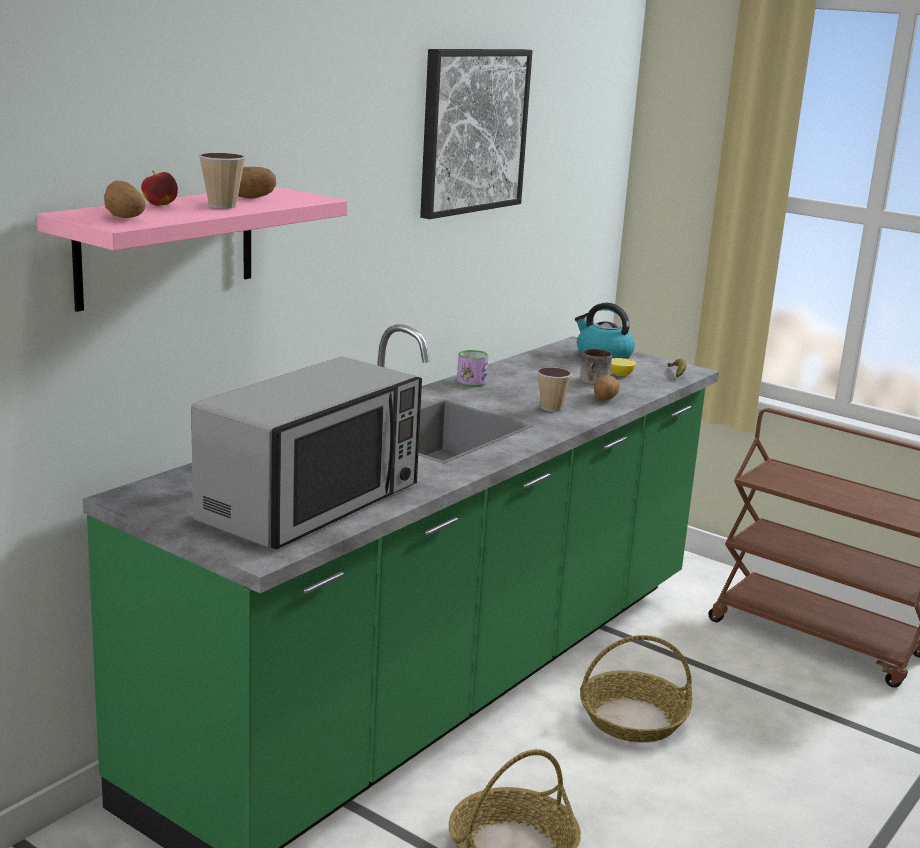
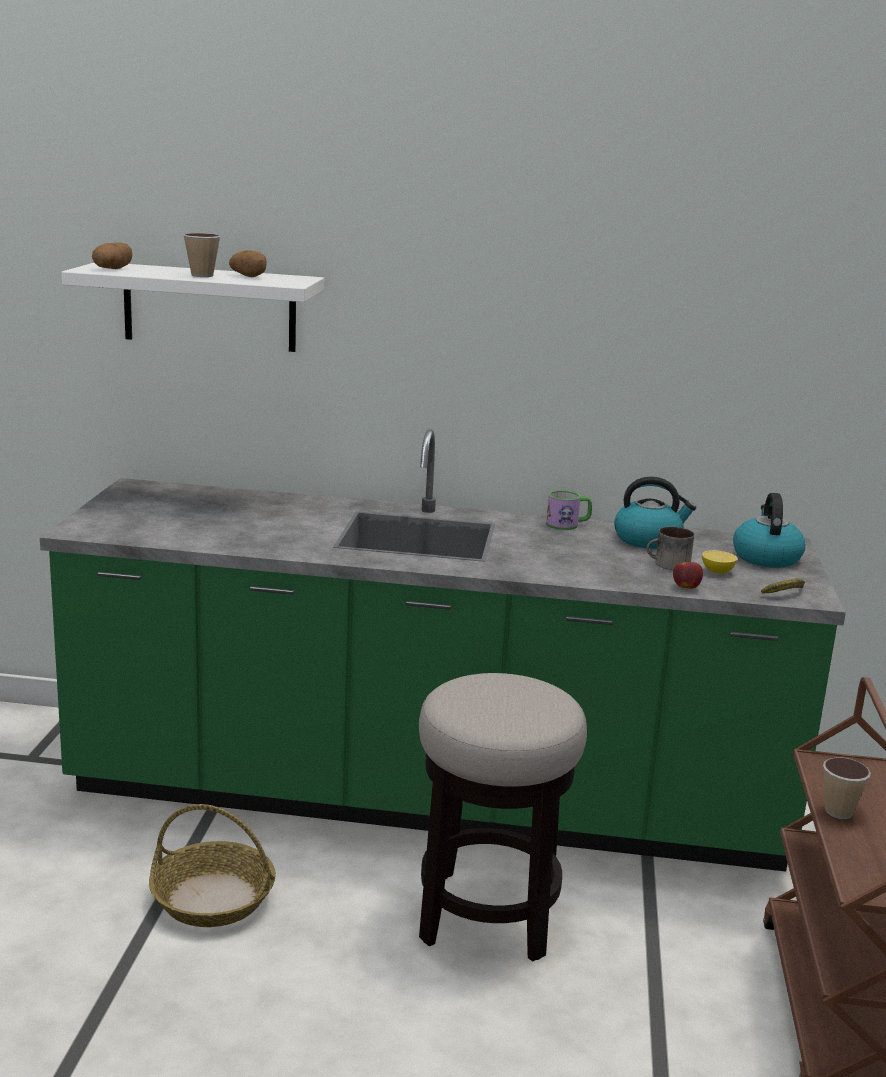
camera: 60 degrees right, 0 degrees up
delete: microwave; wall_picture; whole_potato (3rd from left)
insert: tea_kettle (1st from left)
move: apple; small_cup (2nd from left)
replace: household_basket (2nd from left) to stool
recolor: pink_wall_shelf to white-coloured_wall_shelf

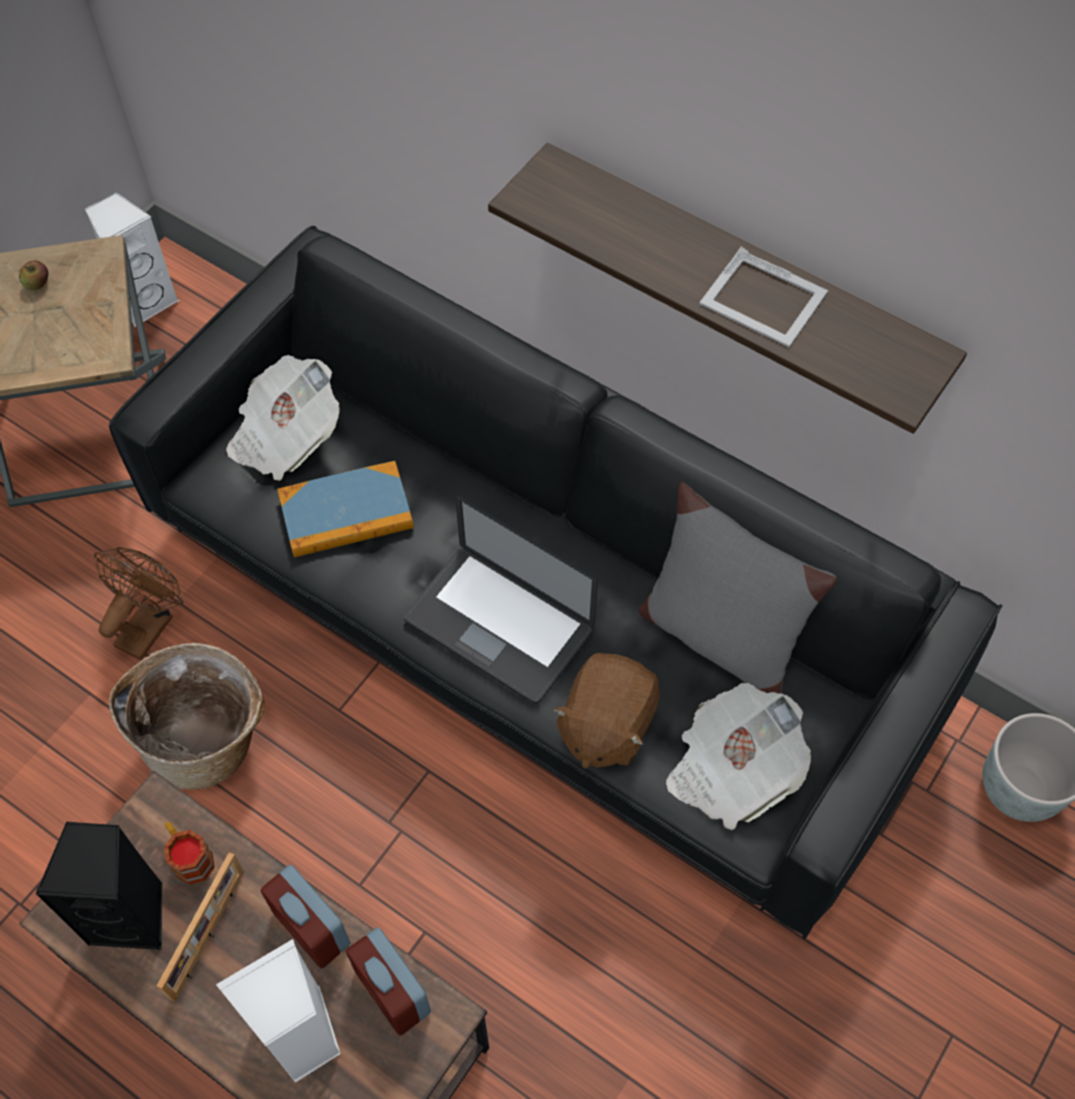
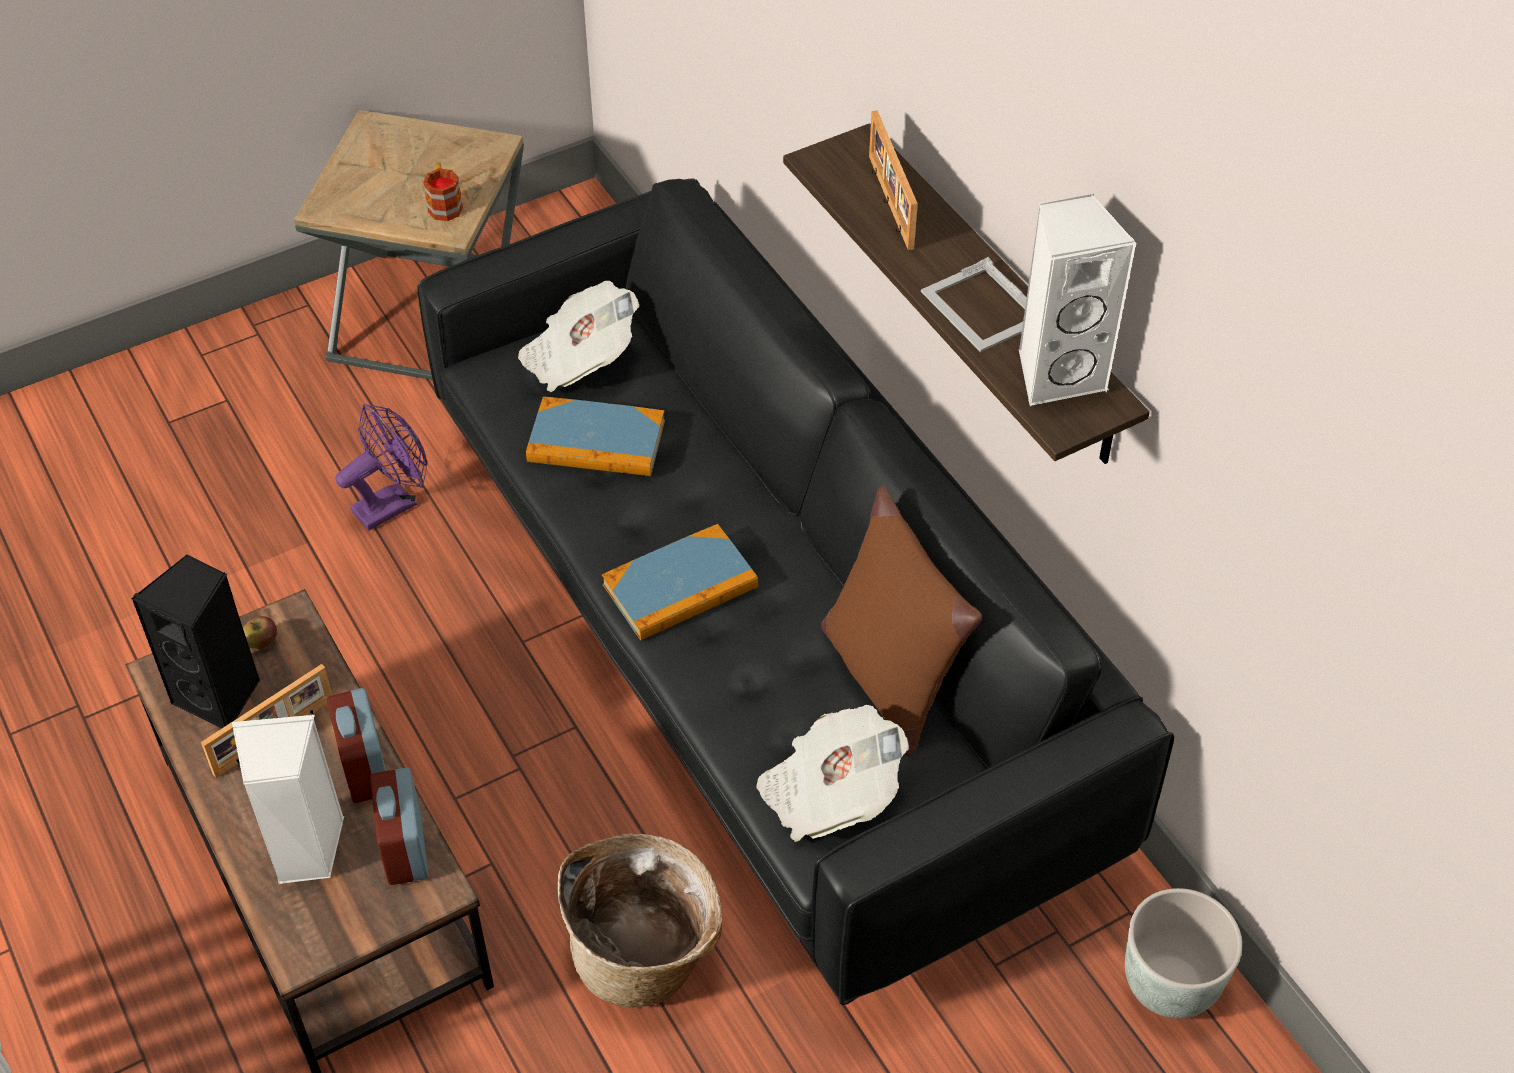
camera: 25 degrees right, 10 degrees down
delete: brown_soft_toy
insert: picture_frame (2nd from left)
move: apple; white-coloured_audio_speaker (1st from left in the first image) to white-coloured_audio_speaker (2nd from left); household_basket; tea_mug
replace: notebook_computer to volume (2nd from left)
recolor: brown_electric_fan to purple_electric_fan; gray_pillow to brown_pillow

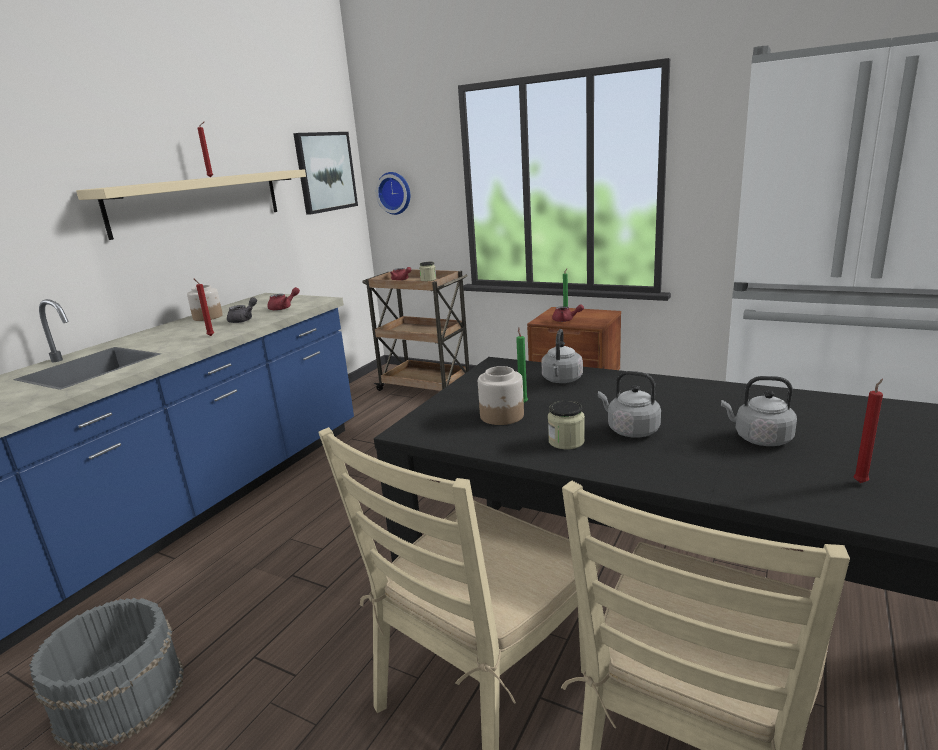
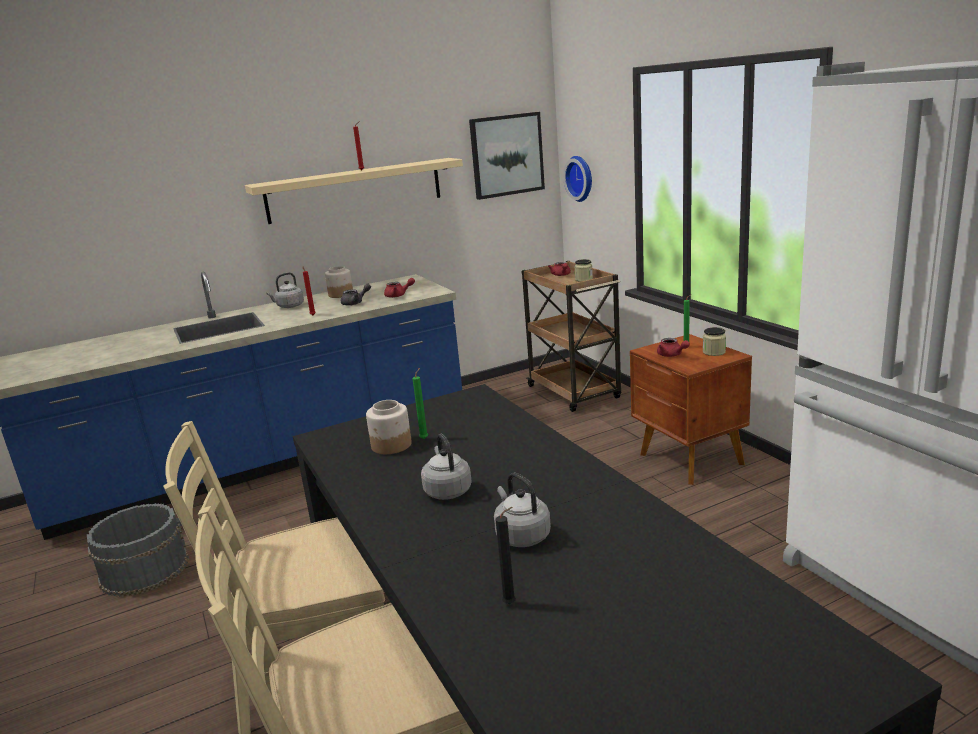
camera: 35 degrees right, 0 degrees up
move: gray_tea_kettle (1st from left); preserve_jar (4th from left)
recolor: red-coloured_wax_light (3rd from left) to black_wax_light

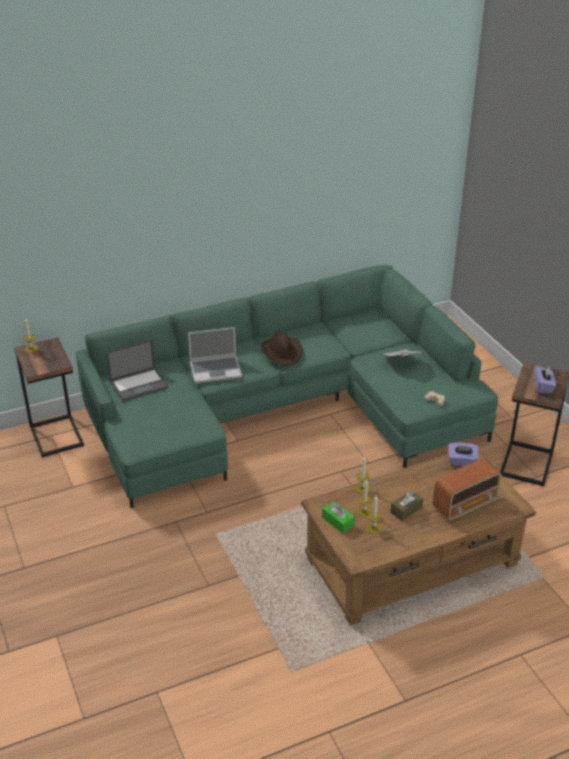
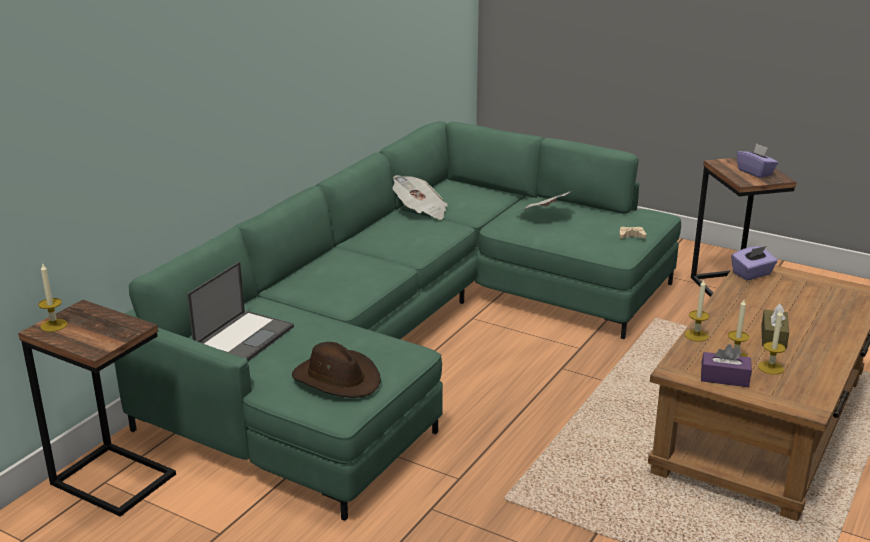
camera: 35 degrees left, 10 degrees down
delete: notebook_computer (2nd from left); radio_receiver
insert: newspaper (1st from left)
move: brown_wearable_hat
recolor: green_box_of_tissues to purple_box_of_tissues (1st from left)

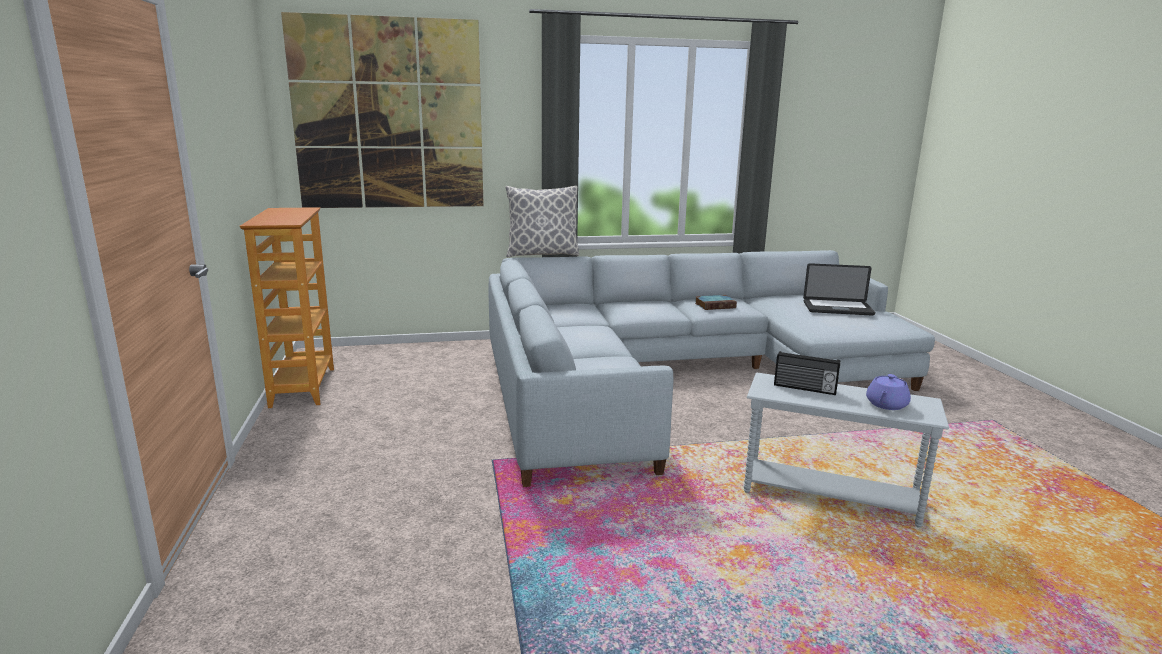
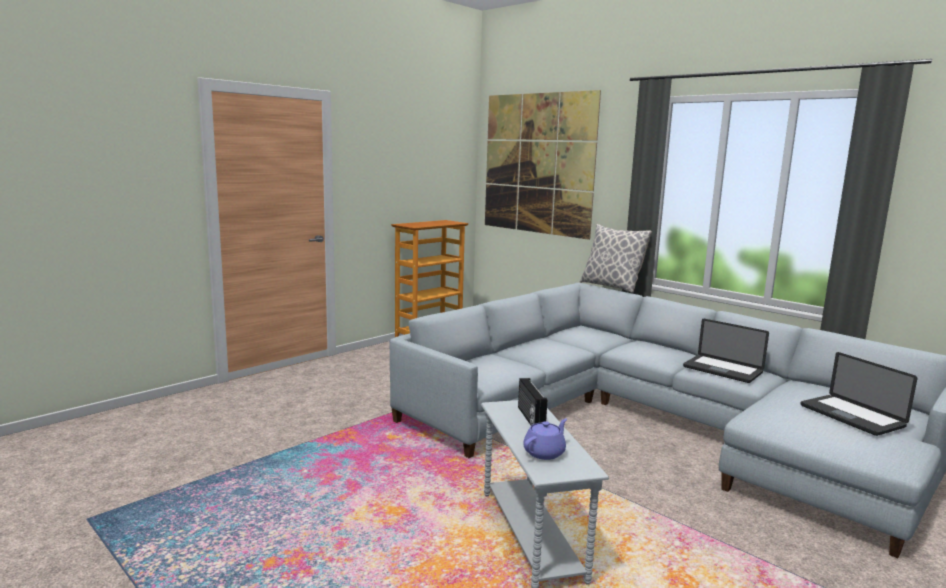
camera: 55 degrees right, 5 degrees down
replace: volume to notebook_computer (1st from left)
rotate: purple_teapot 135 degrees clockwise

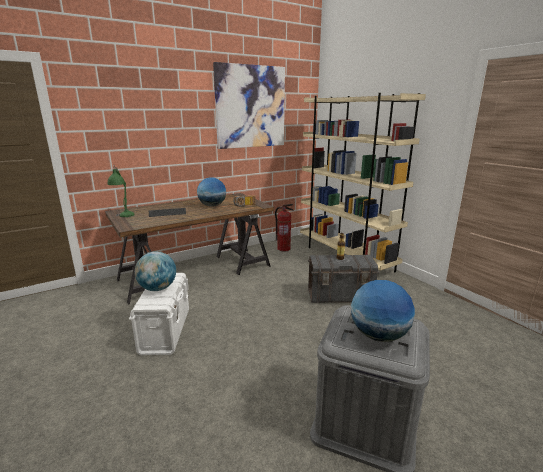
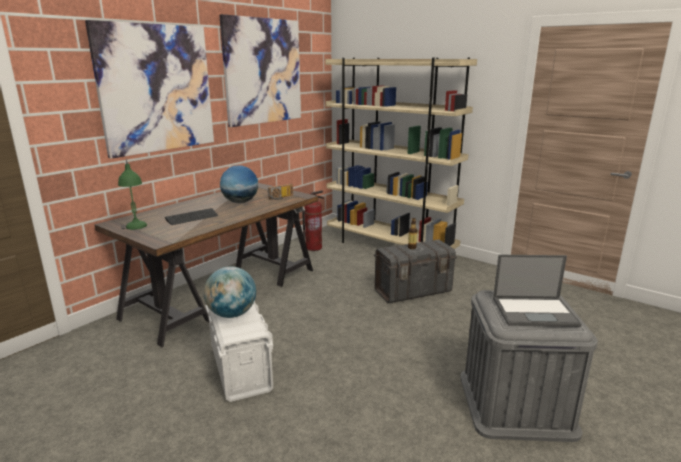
camera: 20 degrees left, 0 degrees up
insert: wall_picture (1st from left)
replace: desk_globe (3rd from left) to notebook_computer

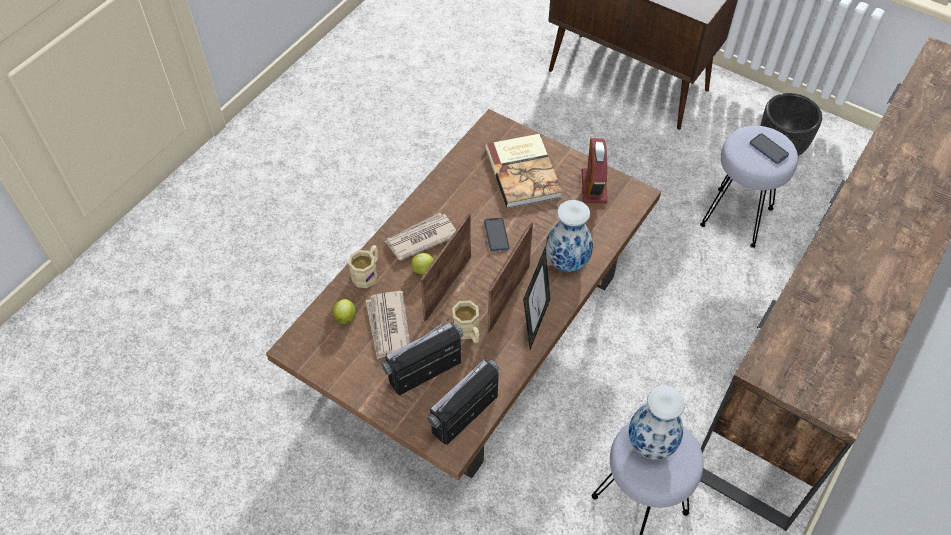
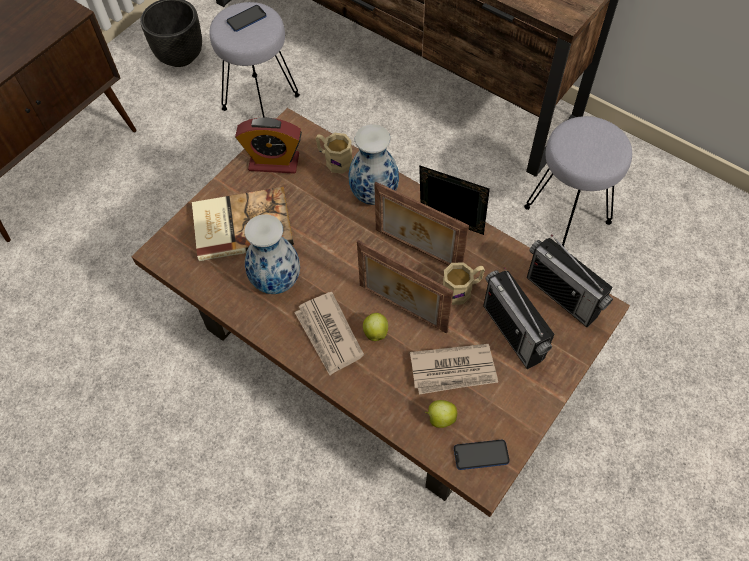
camera: 85 degrees left, 5 degrees up
move: beige_tea_mug (1st from left); handset (1st from left in the first image) to handset (2nd from left); vase (2nd from left in the first image) to vase (1st from left)

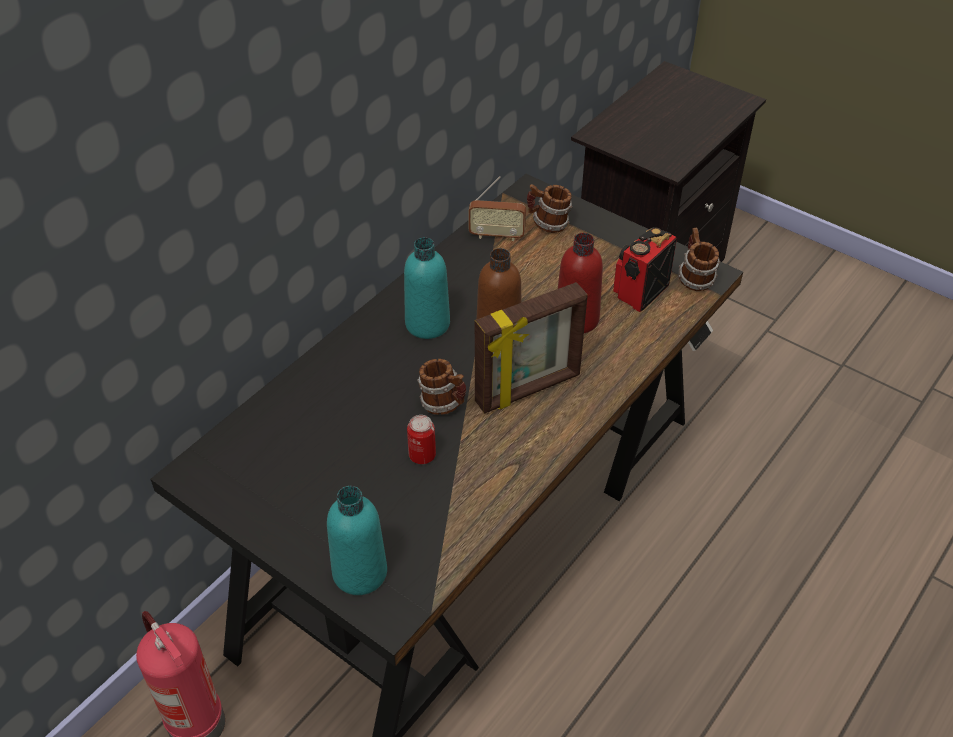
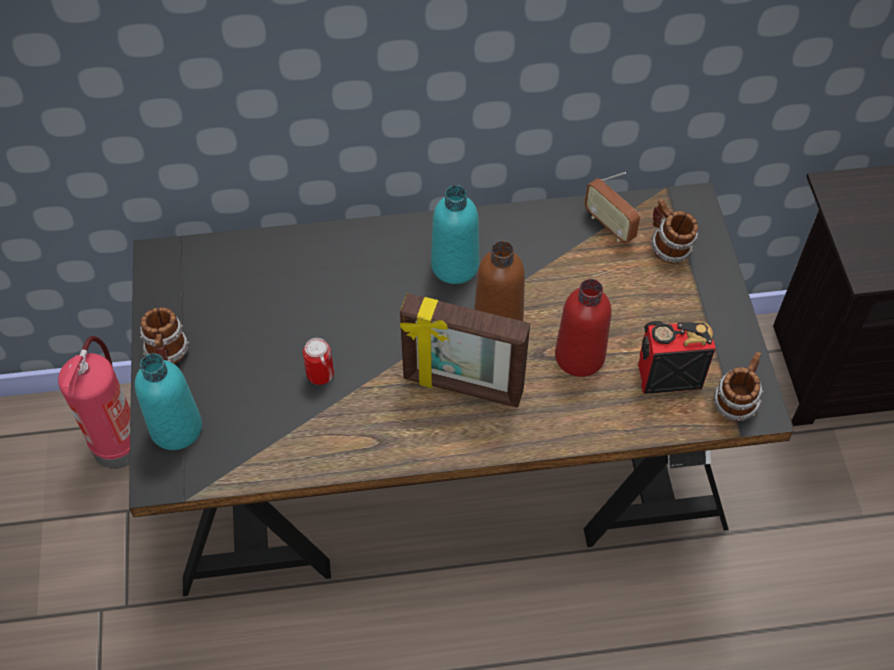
camera: 45 degrees right, 10 degrees up
move: tea_mug (1st from left)

